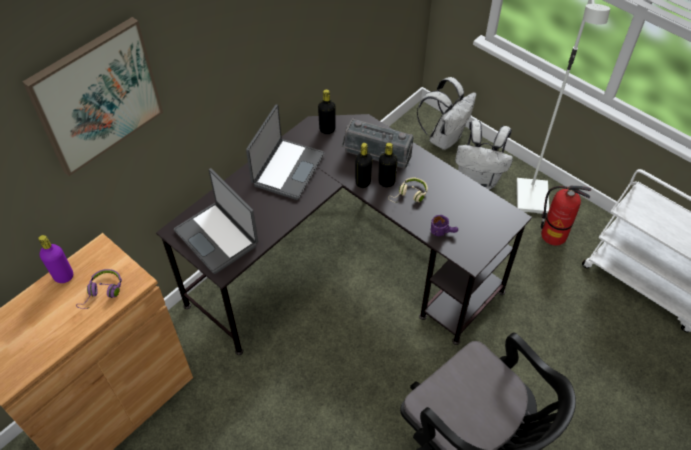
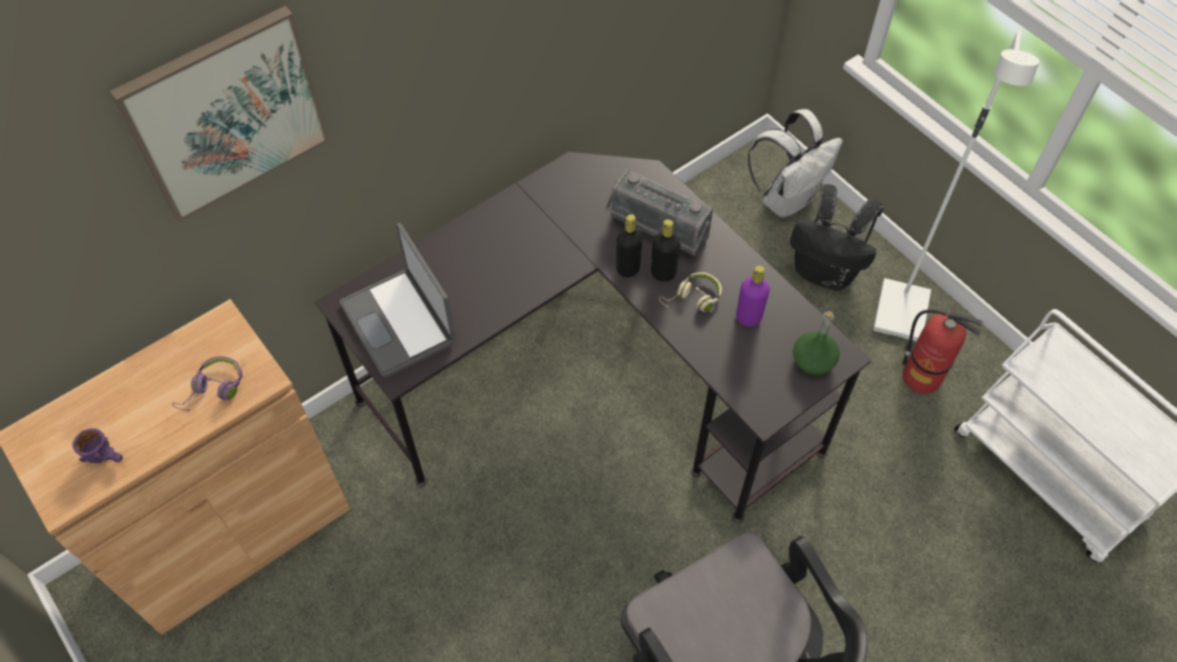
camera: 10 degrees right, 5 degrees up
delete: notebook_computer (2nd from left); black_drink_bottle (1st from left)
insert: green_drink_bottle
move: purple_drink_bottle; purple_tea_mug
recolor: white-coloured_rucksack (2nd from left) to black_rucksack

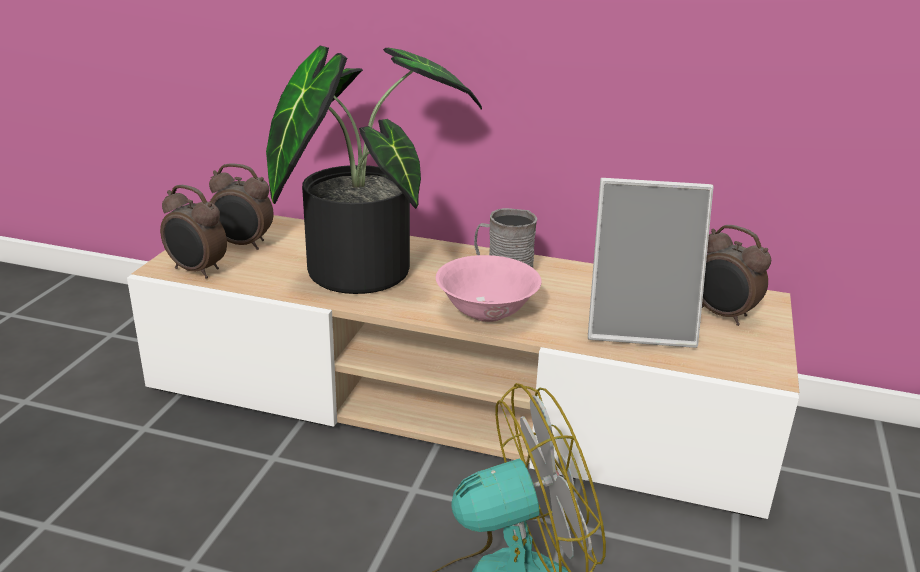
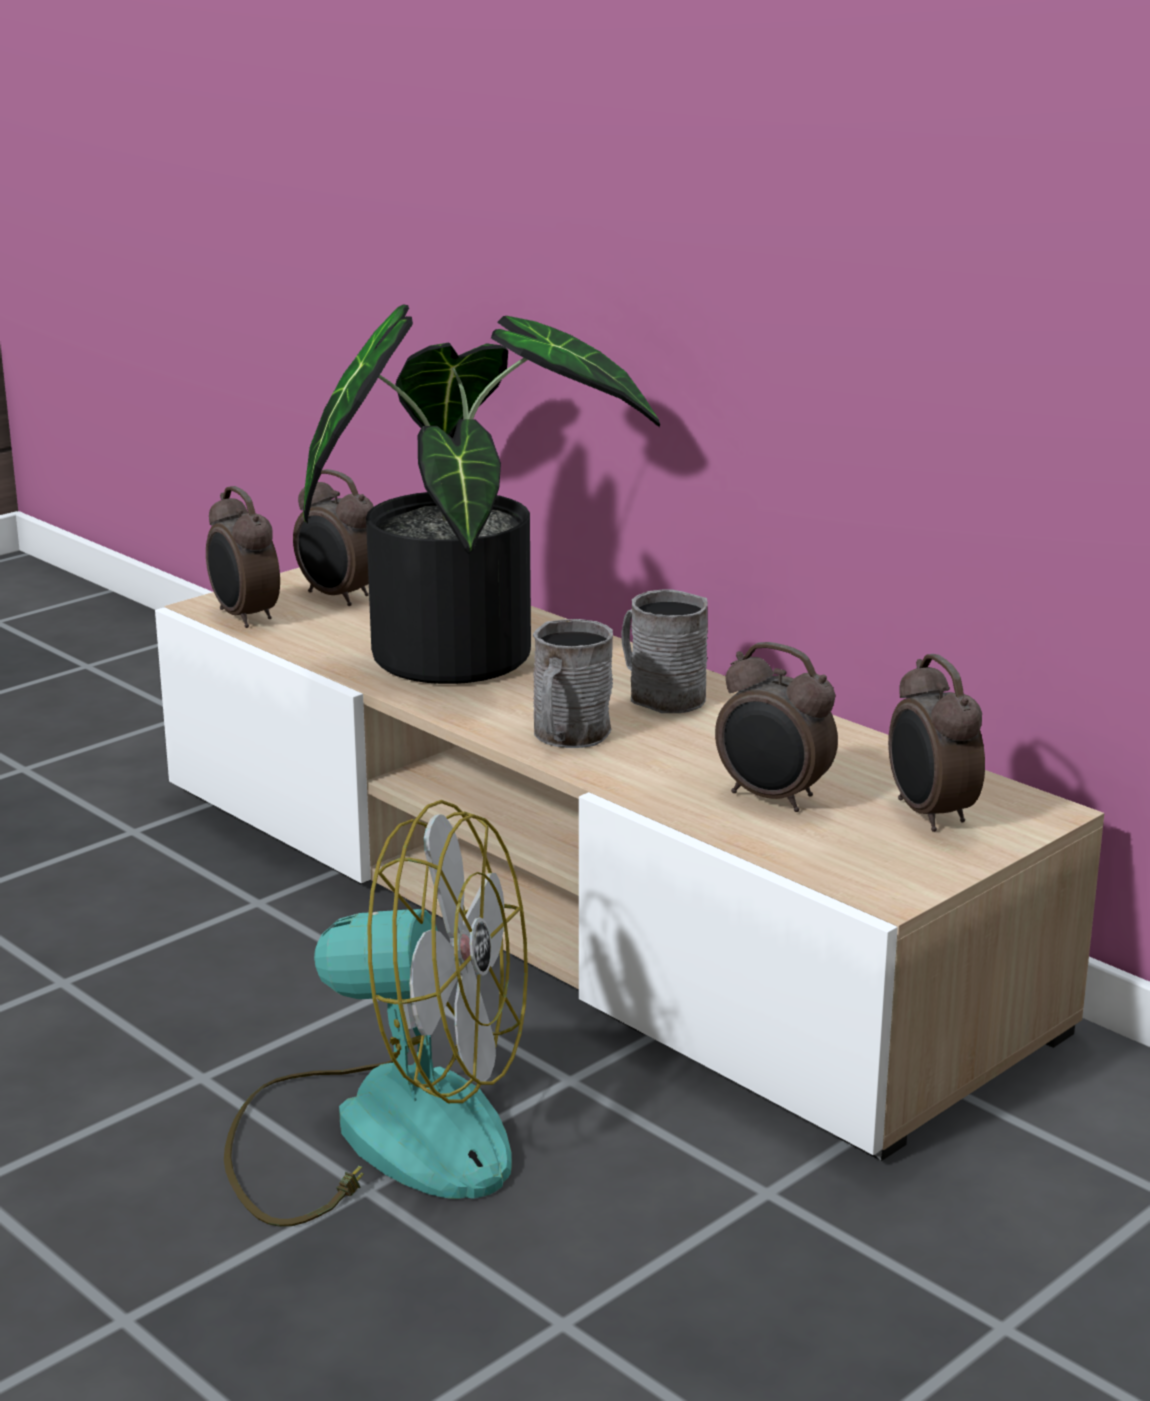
camera: 30 degrees right, 5 degrees down
replace: pink_deep_dish to gray_tea_mug (1st from left); picture_frame to table_clock (3rd from left)

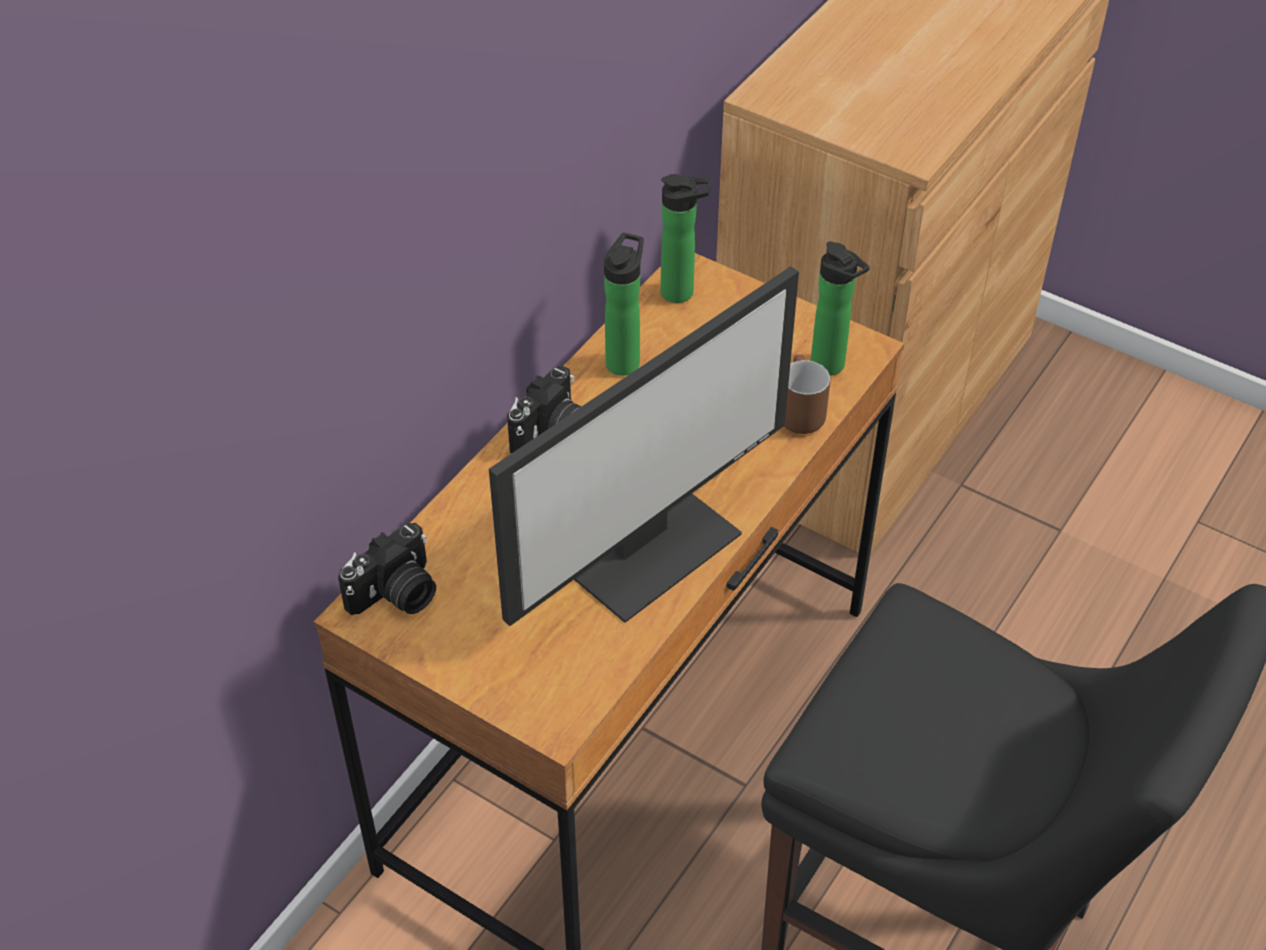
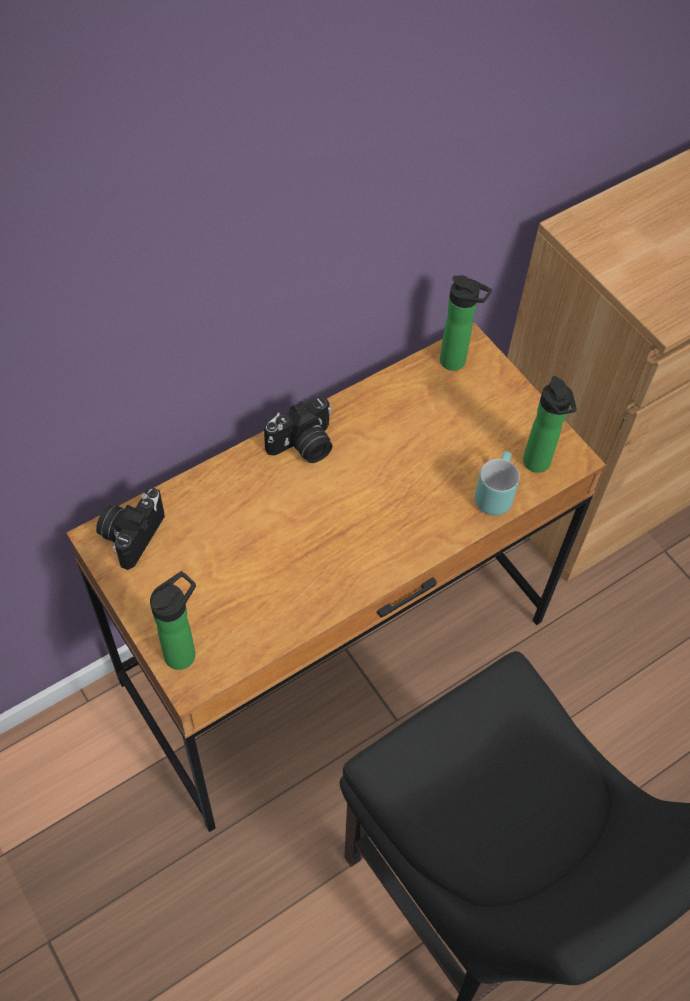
camera: 20 degrees right, 10 degrees up
delete: computer_screen
move: drink_bottle (1st from left)
recolor: brown_tea_mug to blue-green_tea_mug
rotate: still_camera (1st from left) 135 degrees clockwise

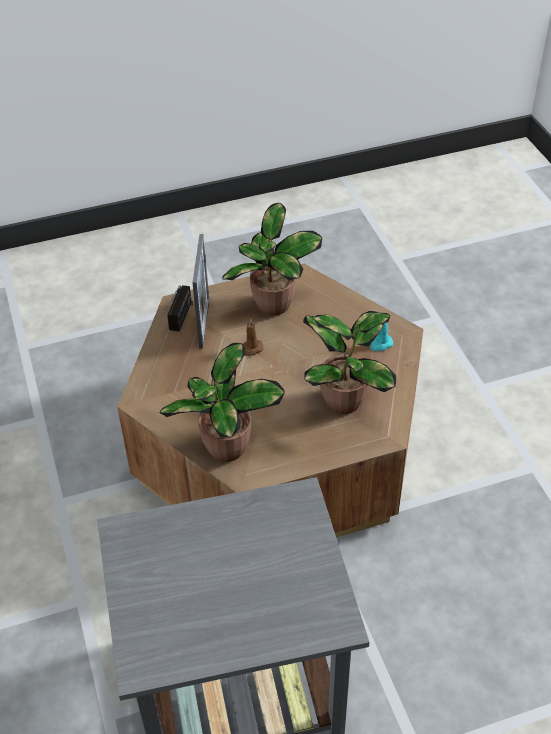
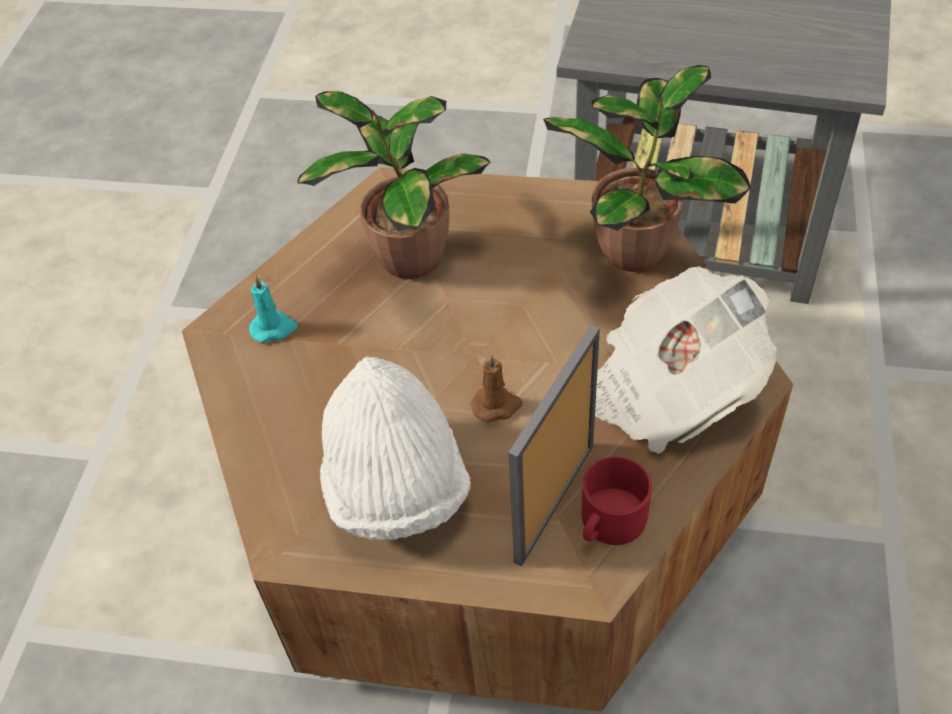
camera: 150 degrees left, 5 degrees up
insert: newspaper
replace: radio_receiver to red-coloured_tea_mug; potted_plant (2nd from left) to white-coloured_wearable_hat

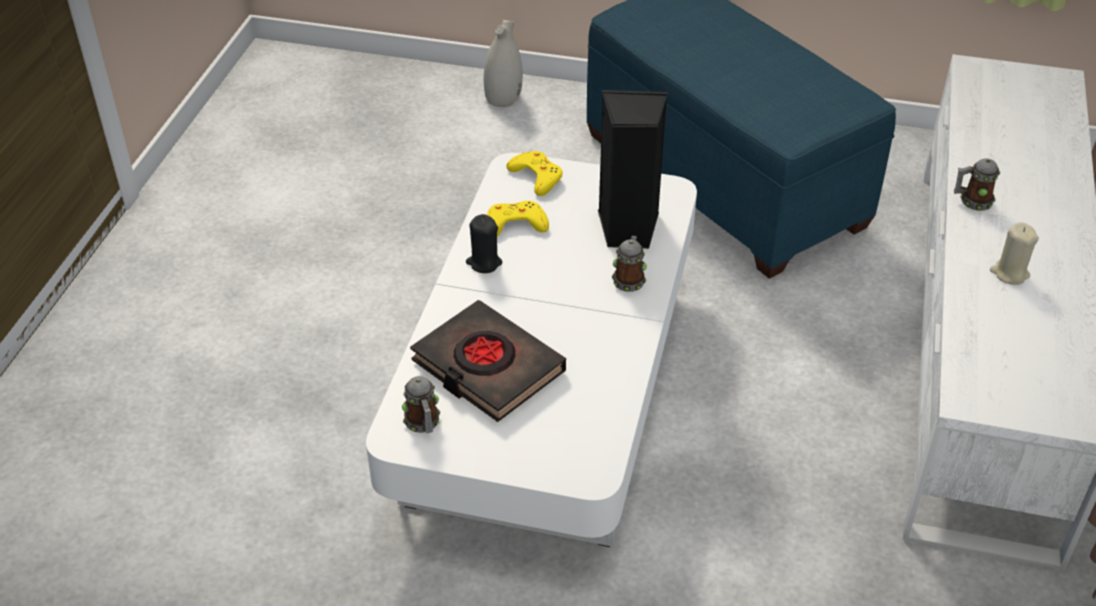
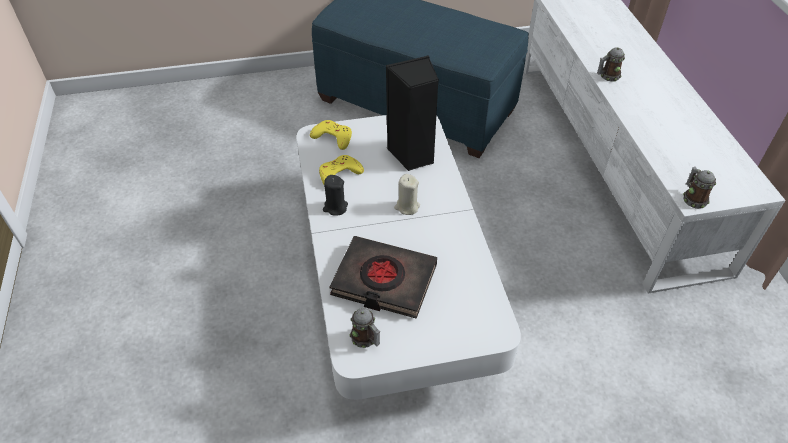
camera: 25 degrees left, 5 degrees up
delete: white-coloured_vase
move: tea_mug (2nd from left in the first image) to tea_mug (3rd from left); beige_wax_light

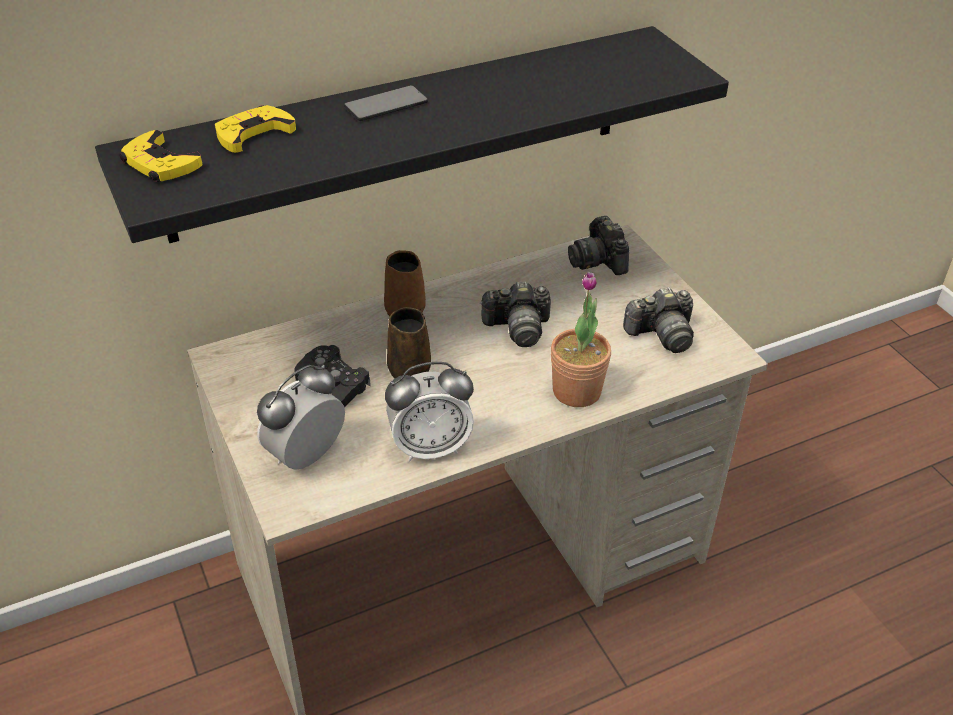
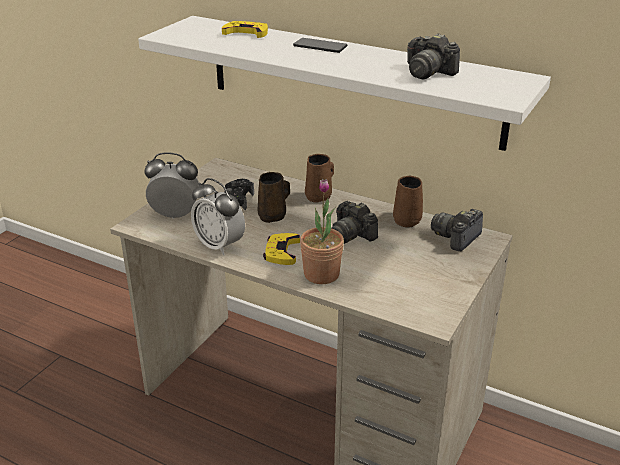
camera: 55 degrees right, 10 degrees down
insert: brown_tea_mug (3rd from left)
move: yellowish_game_controller (1st from left in the first image) to yellowish_game_controller (2nd from left); still_camera (3rd from left in the first image) to still_camera (2nd from left)
recolor: black_wall_shelf to white-coloured_wall_shelf

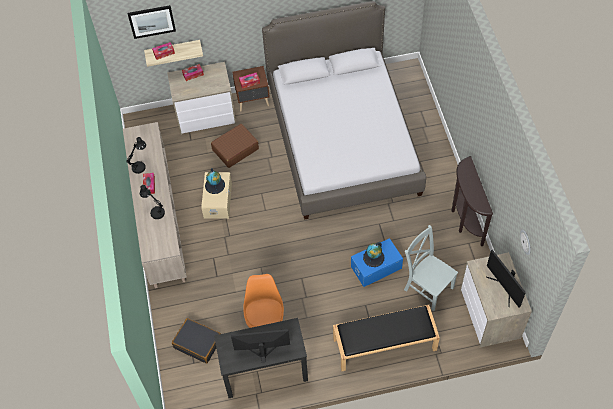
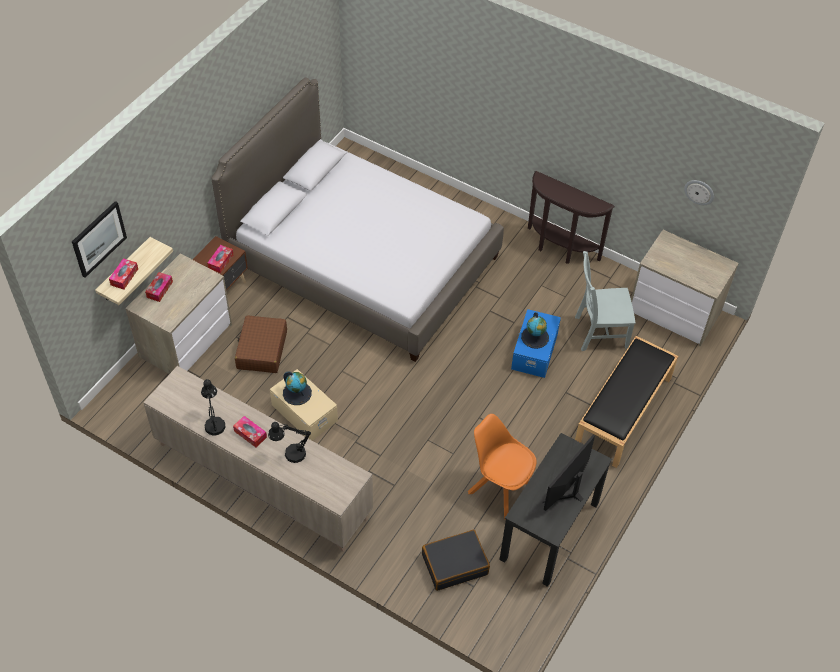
camera: 50 degrees left, 5 degrees down
delete: computer_screen (2nd from left)

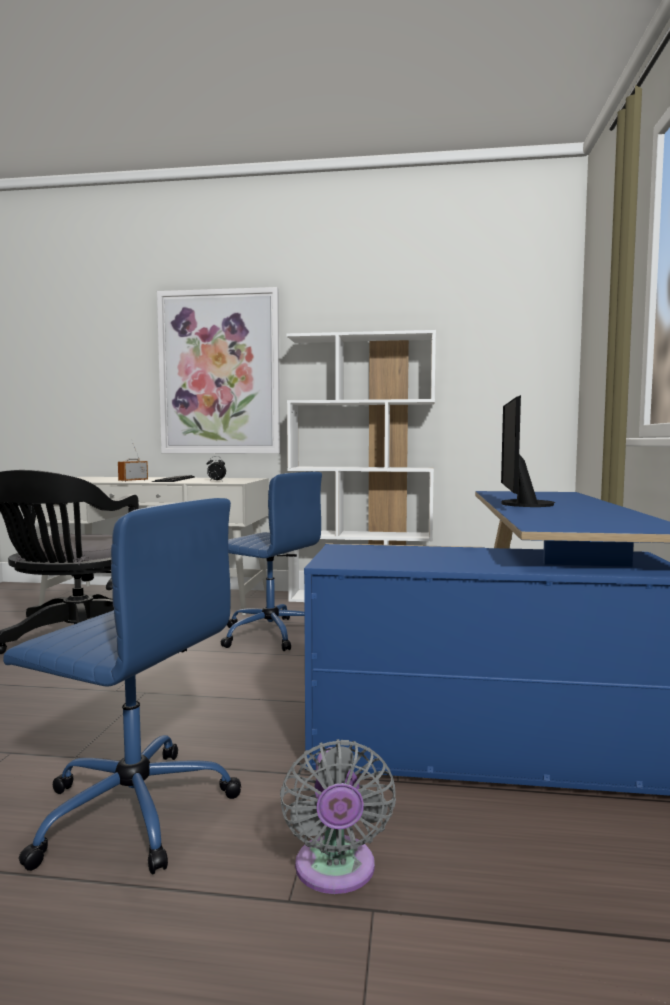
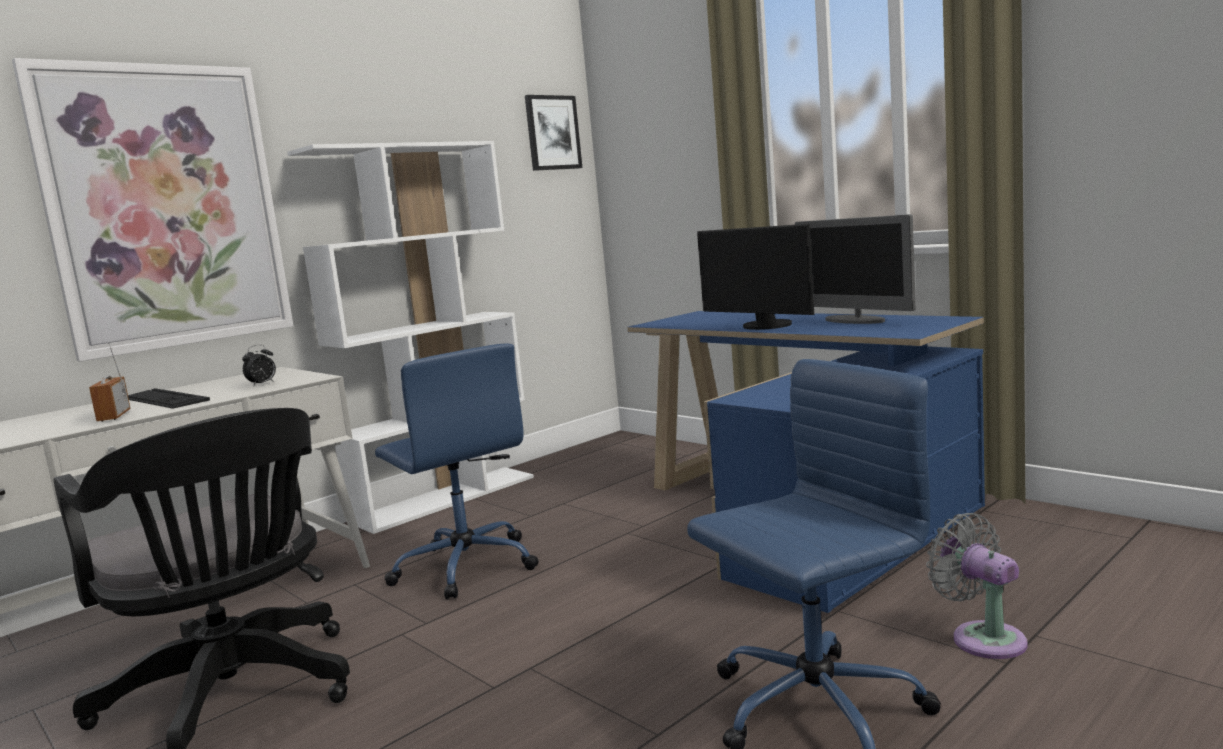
camera: 50 degrees left, 5 degrees up
insert: wall_picture (2nd from left); computer_screen (2nd from left)
rotate: bluish_office_chair (2nd from left in the first image) 75 degrees clockwise; gray_electric_fan 150 degrees counterclockwise

